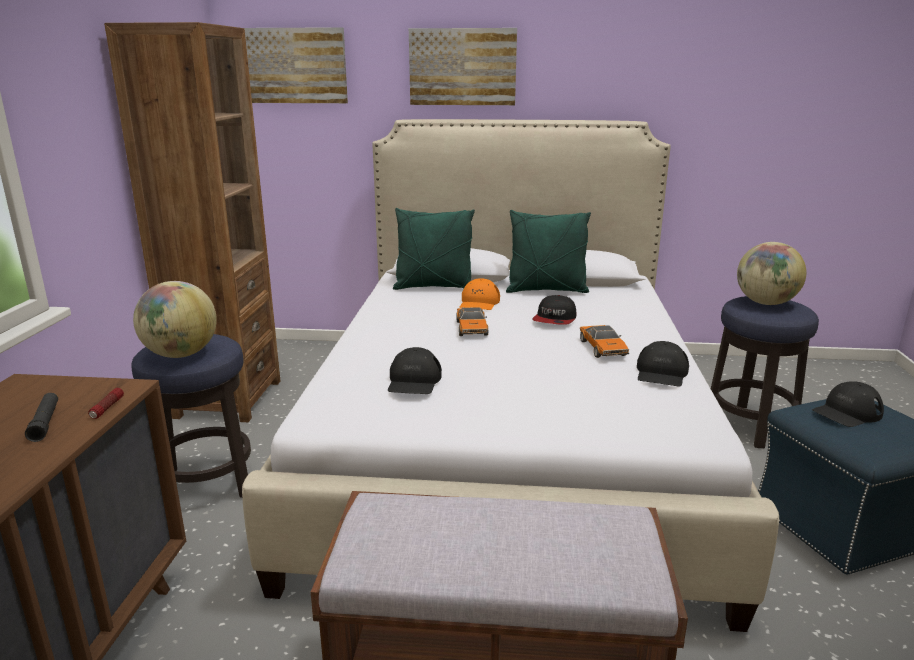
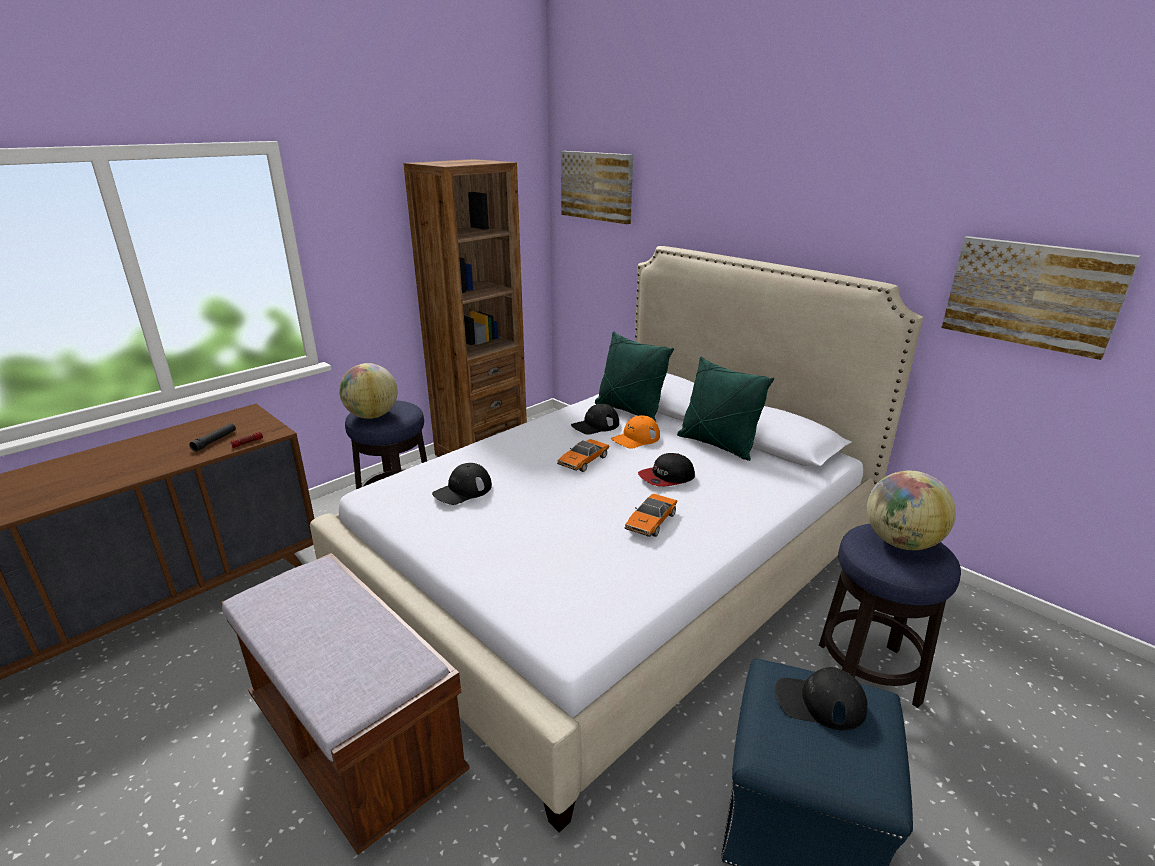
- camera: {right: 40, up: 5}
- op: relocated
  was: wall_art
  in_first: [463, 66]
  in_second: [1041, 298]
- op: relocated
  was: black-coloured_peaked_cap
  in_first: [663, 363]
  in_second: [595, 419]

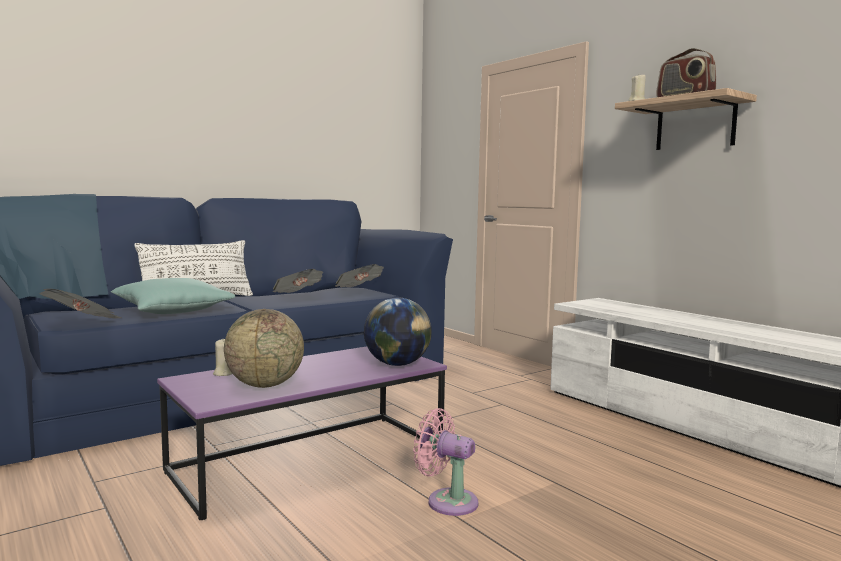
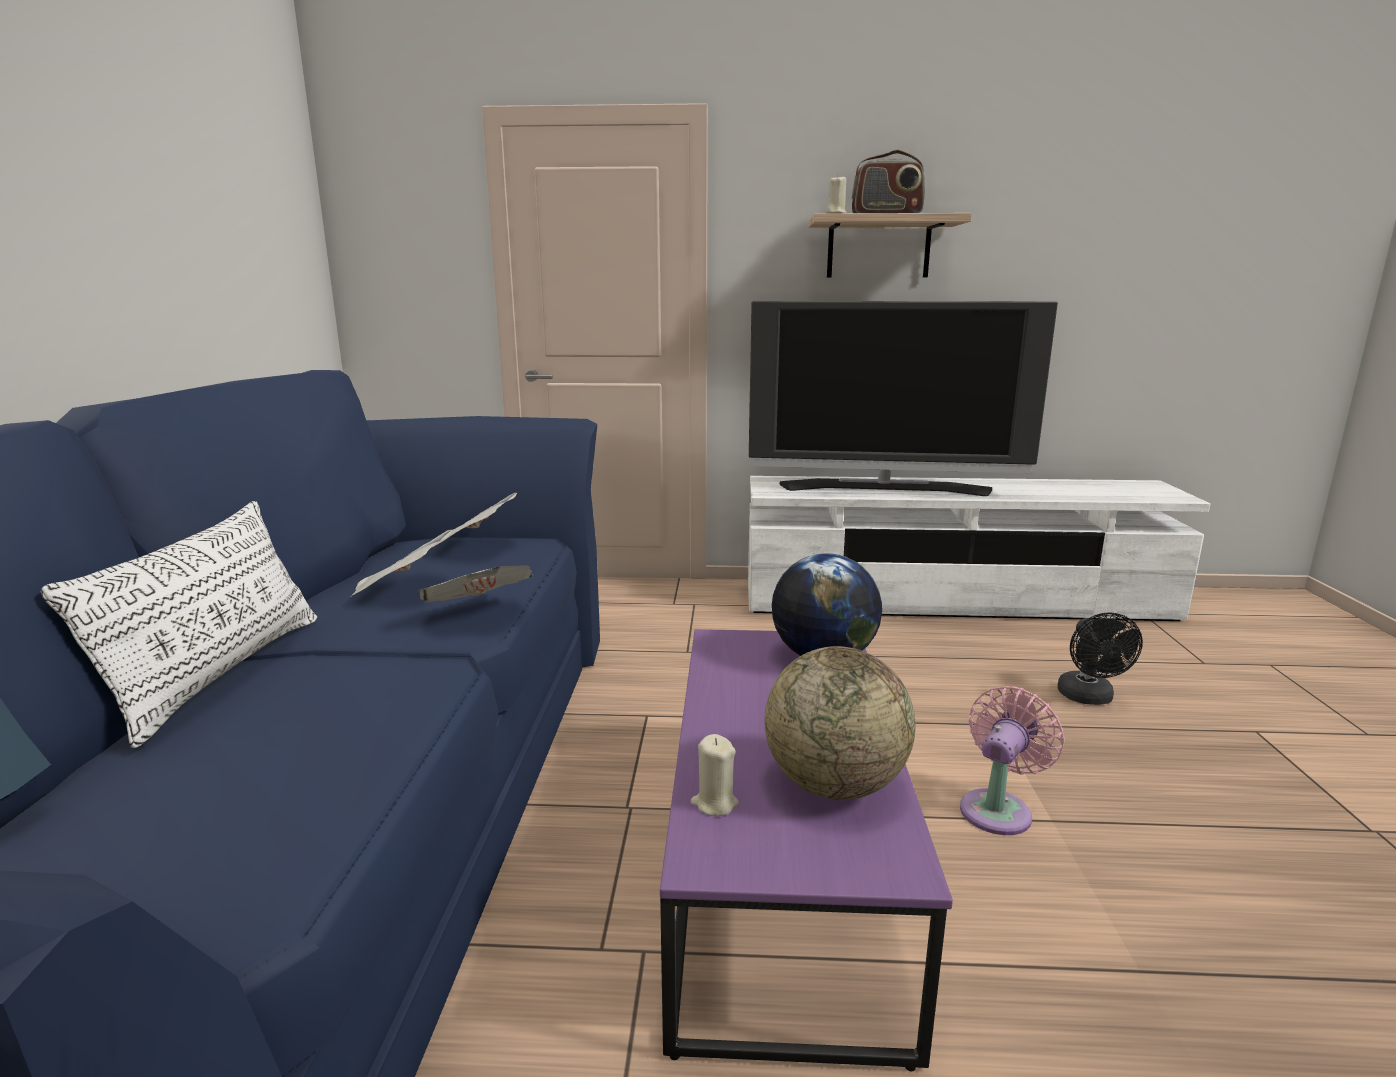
- camera: {right: -50, up: 10}
- op: missing
  was: turquoise-coloured_pillow
  in_first: [173, 296]
- op: relocated
  was: newspaper
  in_first: [80, 303]
  in_second: [476, 583]
- op: spun
  was: pink_fan
  in_first: [446, 462]
  in_second: [1012, 760]
  clockwise: 150
- op: appeared
  now: television
  in_second: [903, 398]
- op: appeared
  now: black-coloured_fan
  in_second: [1100, 658]

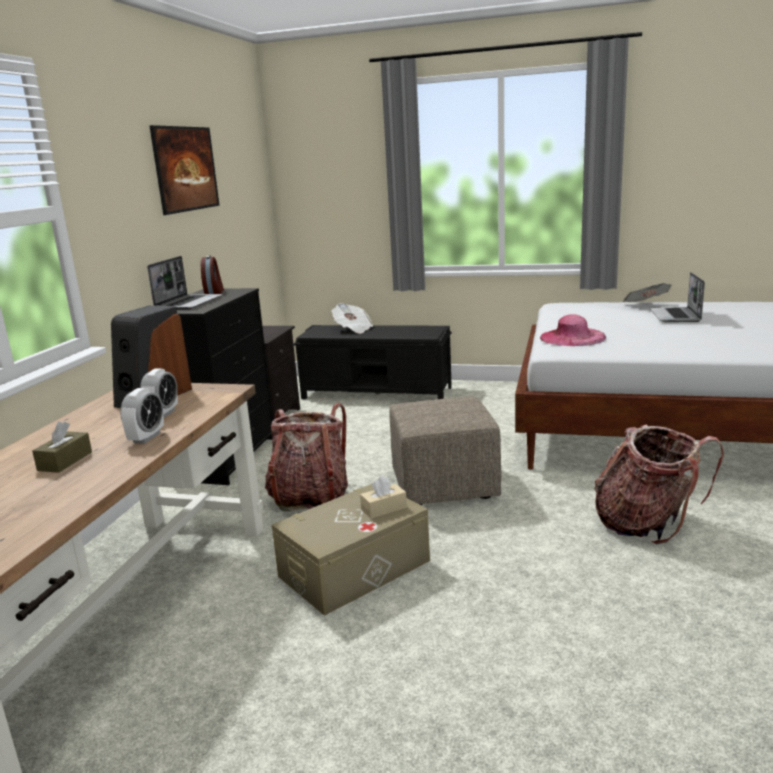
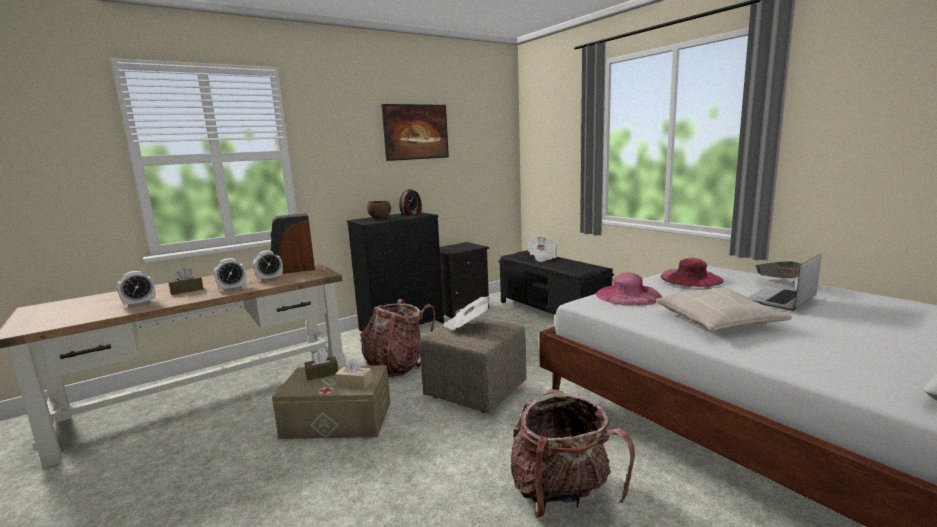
- camera: {right: 40, up: -5}
- op: exchanged
  was: portable_computer
  now: brown-coloured_bowl
  in_first: [184, 283]
  in_second: [379, 210]
- op: appeared
  now: pink_clothing_hat
  in_second: [692, 272]
- op: appeared
  now: table_clock
  in_second: [136, 289]
- op: appeared
  now: beige_pillow
  in_second: [724, 309]
- op: appeared
  now: newspaper
  in_second: [468, 313]
- op: appeared
  now: brown-coloured_tissue_box
  in_second: [321, 365]

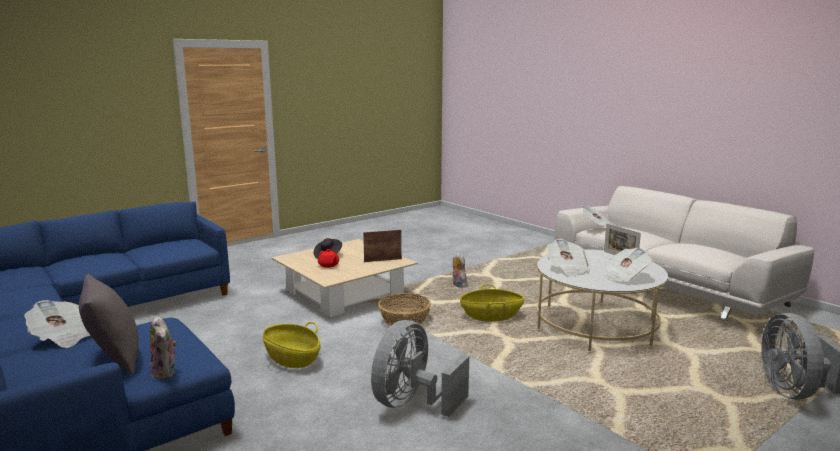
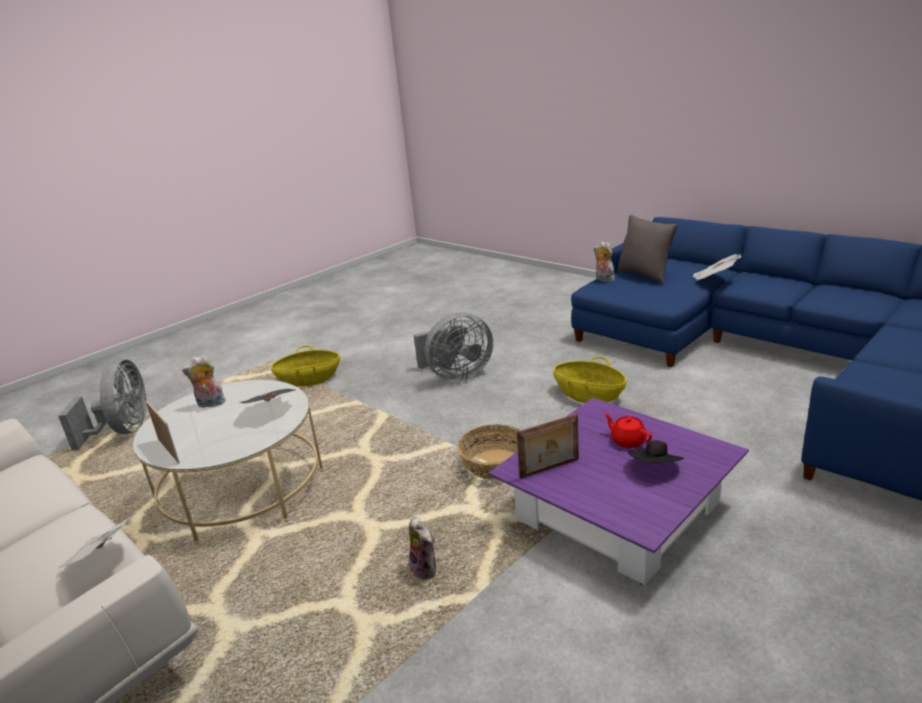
- camera: {right: 175, up: 10}
- op: colour
  was: beige_lounge_table
  now: purple-coloured_lounge_table
  in_first: [345, 278]
  in_second: [618, 491]
- op: exchanged
  was: newspaper
  now: cuddly_toy
  in_first: [627, 265]
  in_second: [204, 381]
- op: relocated
  was: household_basket
  in_first: [492, 303]
  in_second: [305, 366]
- op: spun
  was: gray_fan
  in_first: [420, 368]
  in_second: [453, 346]
  clockwise: 45

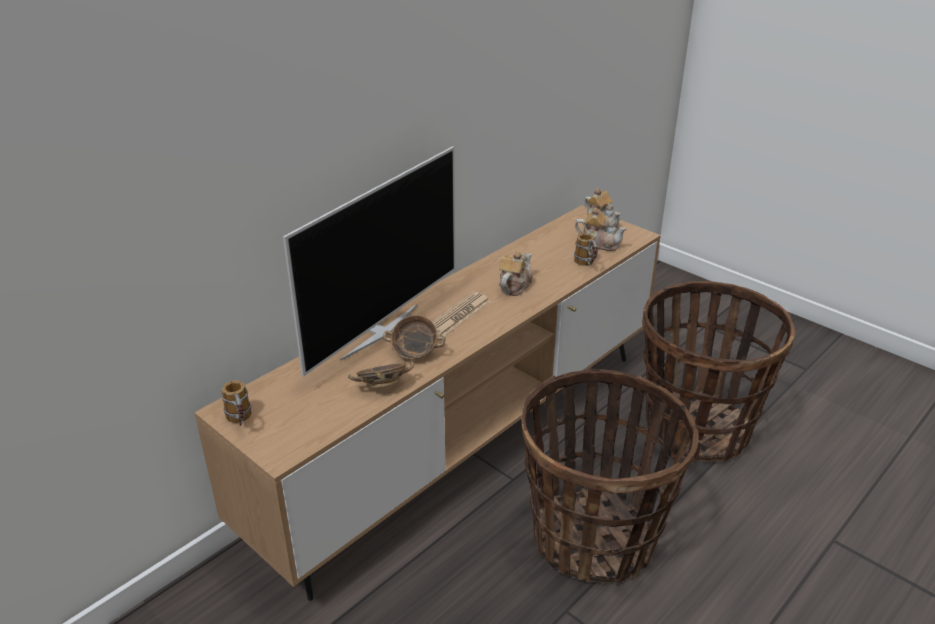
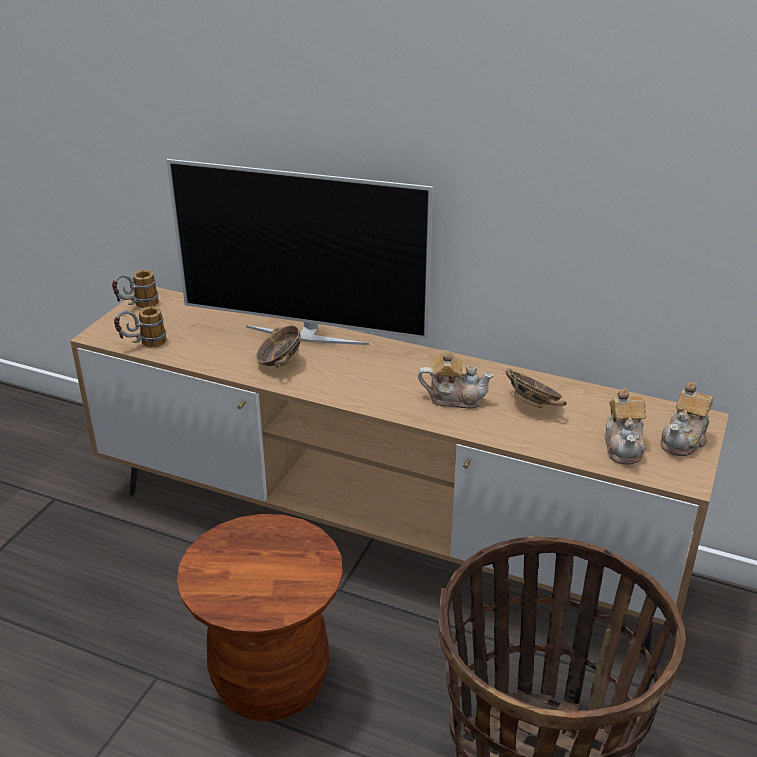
- camera: {right: 70, up: 0}
- op: relocated
  was: coffee_mug
  in_first: [586, 249]
  in_second: [140, 327]
- op: missing
  was: newspaper
  in_first: [461, 314]
- op: relocated
  was: bowl
  in_first: [381, 375]
  in_second: [536, 388]
- op: exchanged
  was: household_basket
  now: brown-coloured_sitting_stool
  in_first: [610, 476]
  in_second: [260, 617]

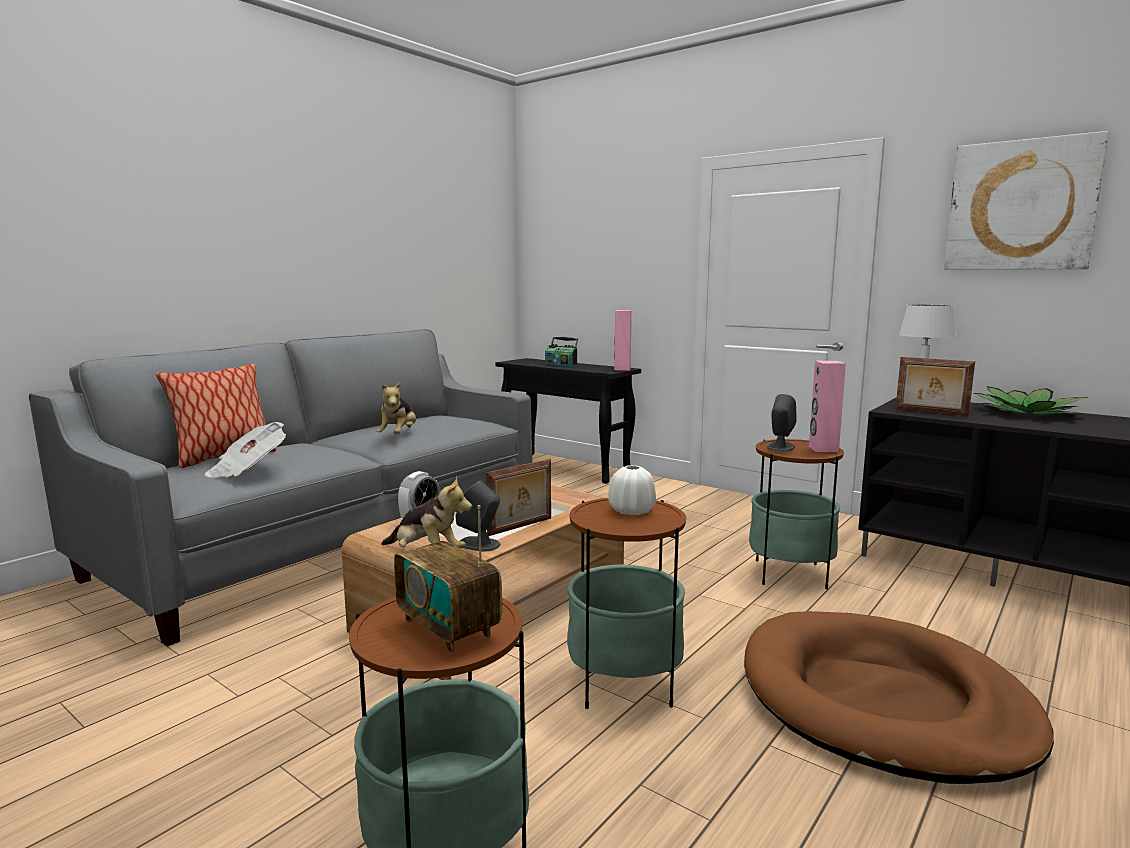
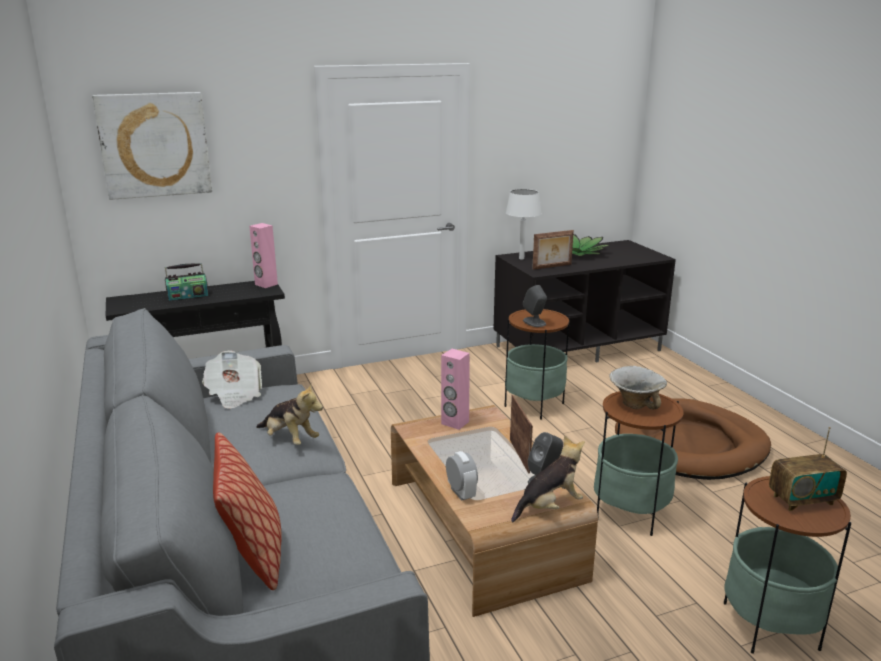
- camera: {right: -60, up: 10}
- op: relocated
  was: wall_art
  in_first: [1026, 200]
  in_second: [152, 146]
- op: relocated
  was: pink_audio_speaker
  in_first: [827, 406]
  in_second: [455, 389]
- op: relocated
  was: newspaper
  in_first: [245, 450]
  in_second: [232, 380]
- op: exchanged
  was: white_flower_vase
  now: bowl
  in_first: [632, 490]
  in_second: [638, 387]

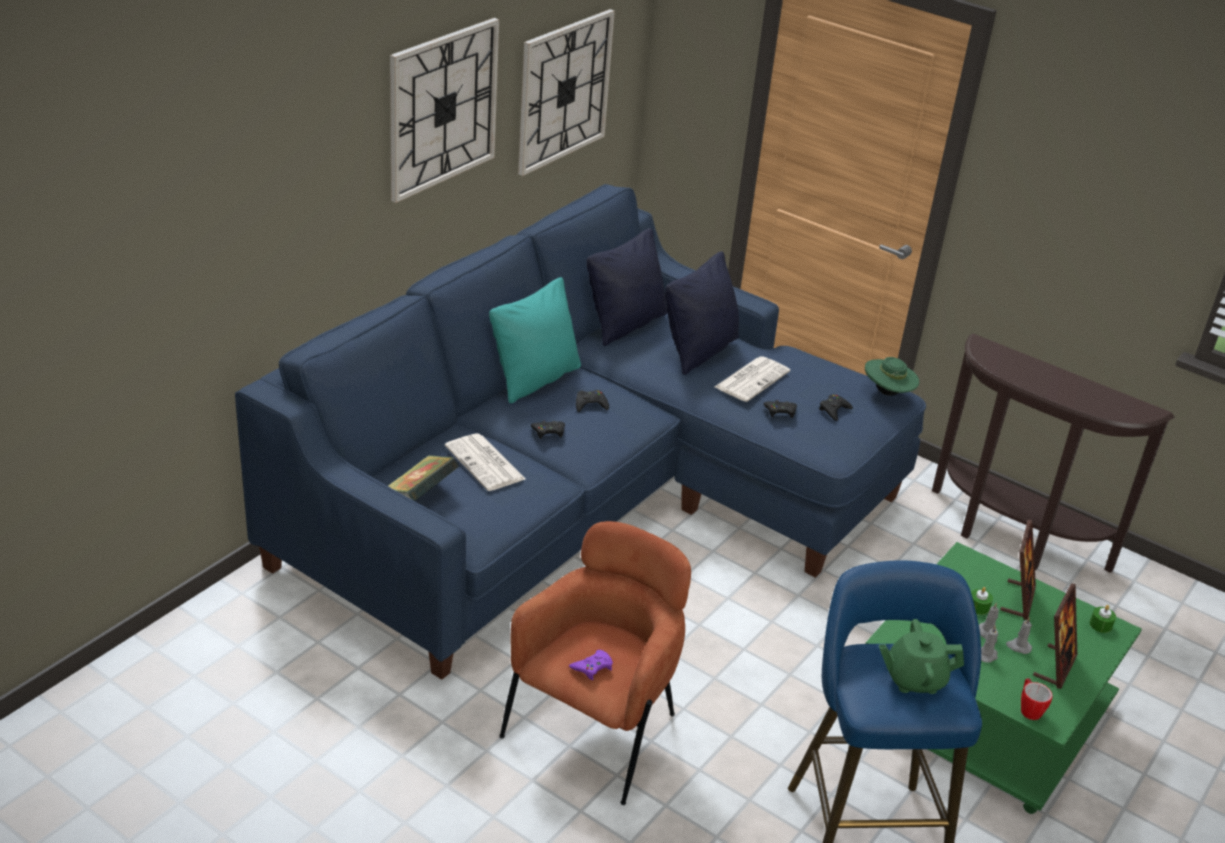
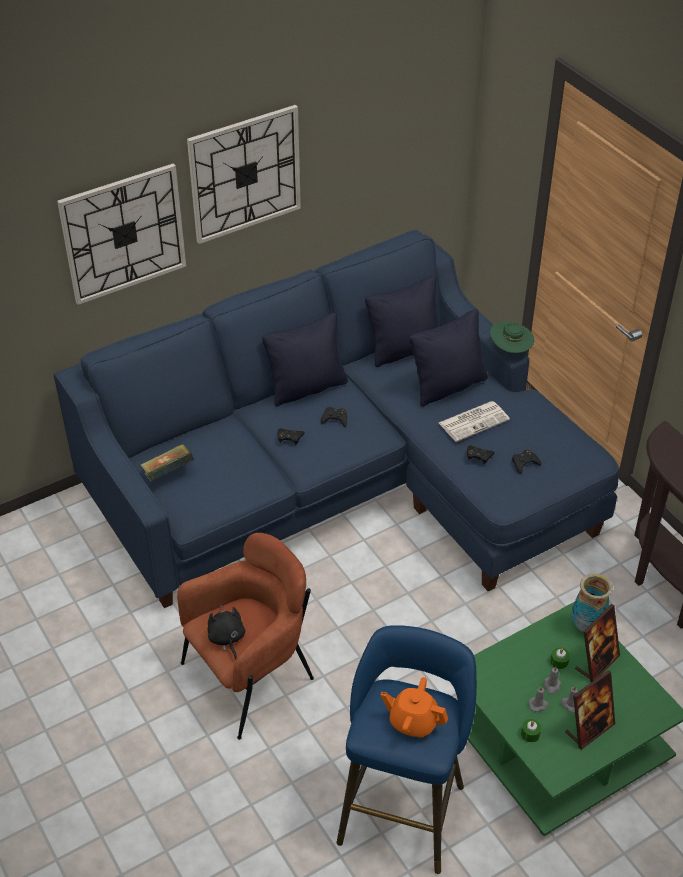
- camera: {right: 25, up: 10}
- op: relocated
  was: wall_clock
  in_first: [566, 92]
  in_second: [121, 234]
- op: colour
  was: turquoise-coloured_pillow
  now: black-coloured_pillow
  in_first: [535, 340]
  in_second: [305, 360]
- op: relocated
  was: greenish_clothing_hat
  in_first: [892, 376]
  in_second: [512, 337]
- op: missing
  was: newspaper
  in_first: [485, 462]
- op: relocated
  was: greenish_wax_candle
  in_first: [1103, 619]
  in_second: [531, 730]
- op: colour
  was: greenish_teapot
  now: orange_teapot
  in_first: [921, 656]
  in_second: [414, 707]
- op: exchanged
  was: purple-coloured_game_controller
  now: black-coloured_cuddly_toy
  in_first: [591, 665]
  in_second: [226, 632]
- op: missing
  was: coffee_mug
  in_first: [1037, 699]
- op: appeared
  now: flower_vase
  in_second: [592, 602]

